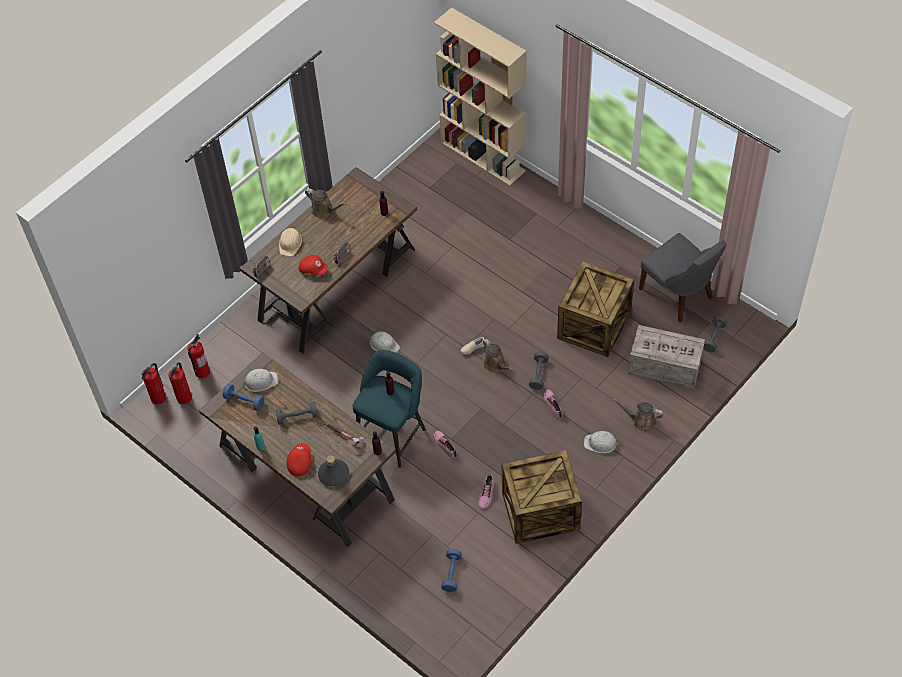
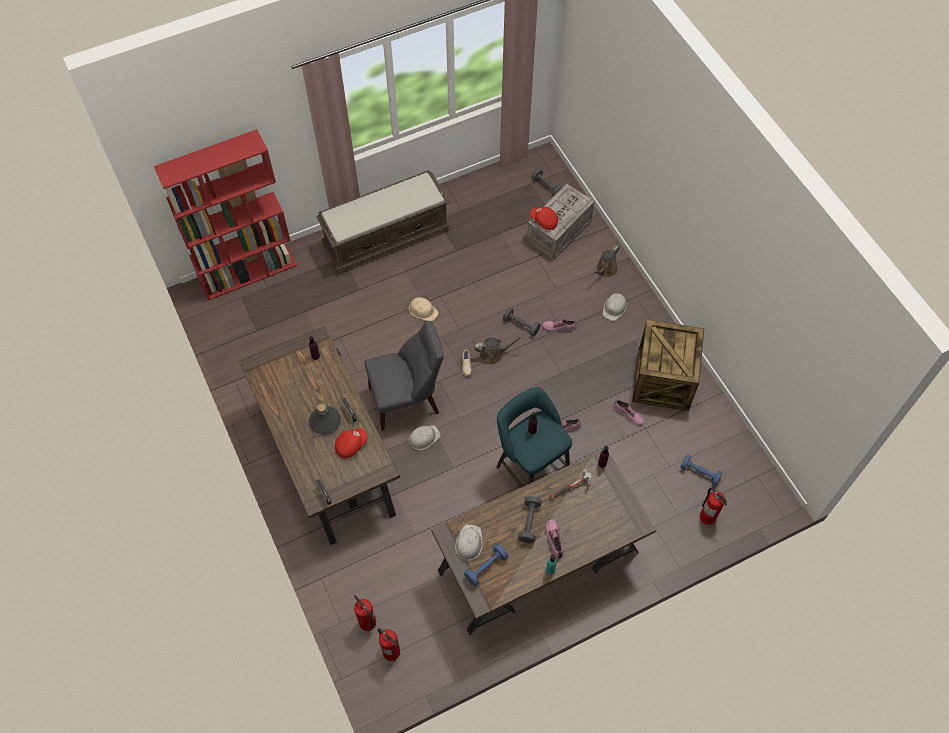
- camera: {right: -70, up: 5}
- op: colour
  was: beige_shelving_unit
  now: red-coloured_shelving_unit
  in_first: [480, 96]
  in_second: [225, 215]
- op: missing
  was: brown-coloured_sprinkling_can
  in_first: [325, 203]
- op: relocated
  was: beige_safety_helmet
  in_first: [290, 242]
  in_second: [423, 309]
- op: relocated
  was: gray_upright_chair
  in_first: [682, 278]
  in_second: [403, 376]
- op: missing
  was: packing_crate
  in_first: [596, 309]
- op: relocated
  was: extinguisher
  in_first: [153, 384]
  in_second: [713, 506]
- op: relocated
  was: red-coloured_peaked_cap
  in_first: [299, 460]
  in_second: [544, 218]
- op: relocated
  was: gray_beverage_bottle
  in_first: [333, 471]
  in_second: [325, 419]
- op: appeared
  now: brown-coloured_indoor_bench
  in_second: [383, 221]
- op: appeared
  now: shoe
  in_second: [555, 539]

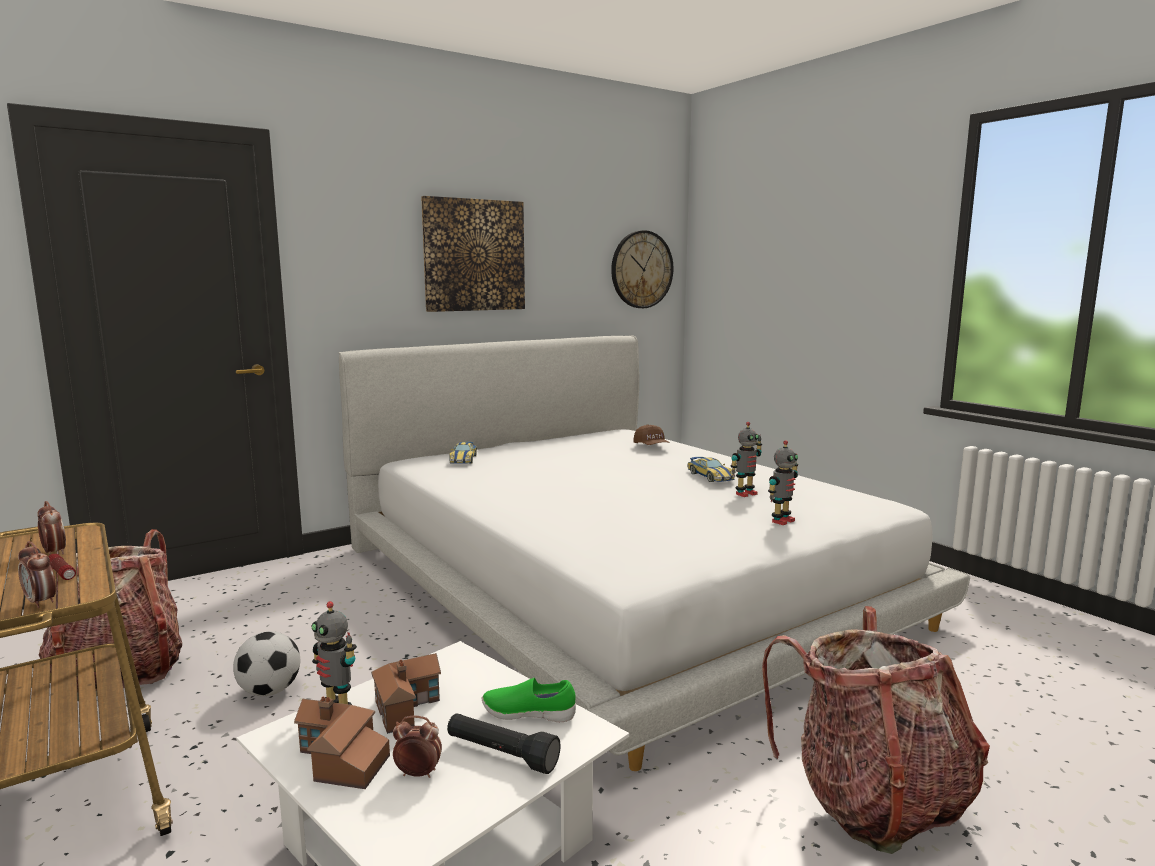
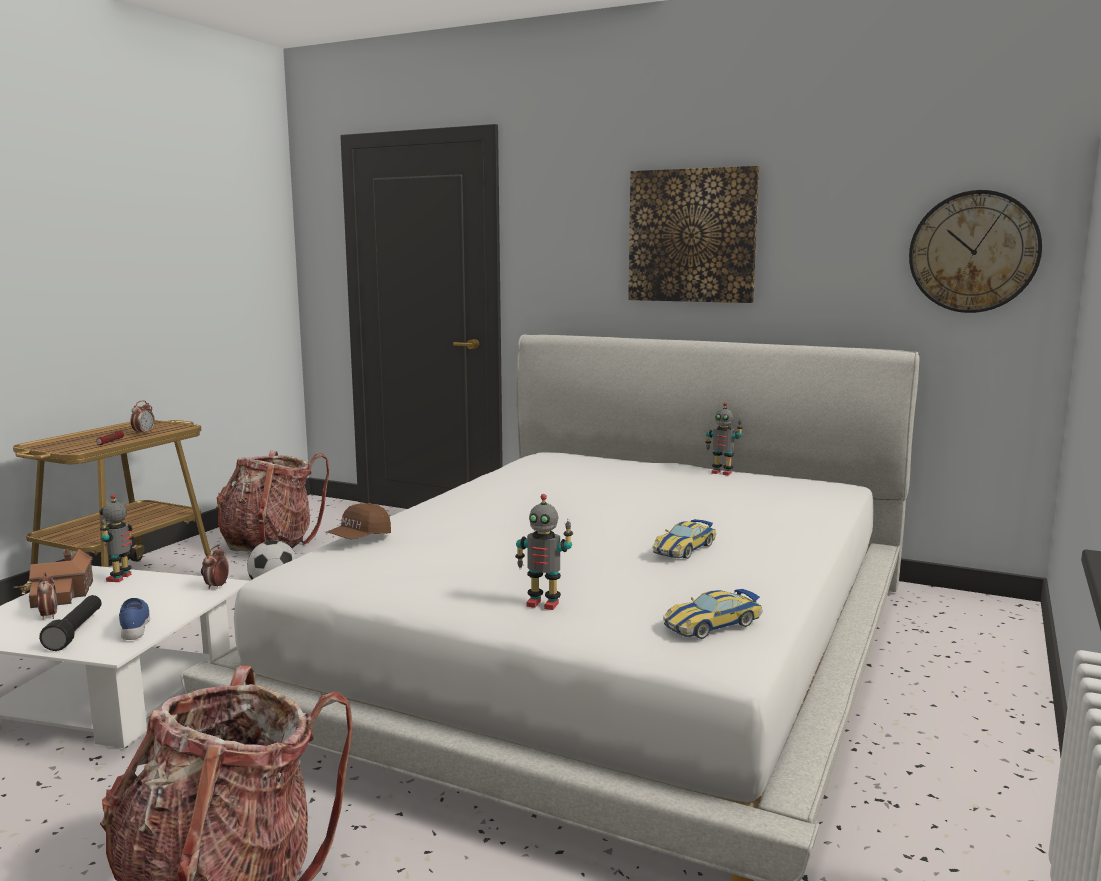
- camera: {right: 60, up: 0}
- op: relocated
  was: robot_figure
  in_first: [746, 459]
  in_second: [724, 438]
- op: relocated
  was: brown-coloured_peaked_cap
  in_first: [651, 434]
  in_second: [358, 521]
- op: relocated
  was: toy_car
  in_first: [463, 453]
  in_second: [713, 614]
- op: relocated
  was: table_clock
  in_first: [37, 574]
  in_second: [216, 568]
- op: missing
  was: toy_house
  in_first: [406, 693]
- op: colour
  was: greenish_shoe
  now: bluish_shoe
  in_first: [529, 700]
  in_second: [134, 619]

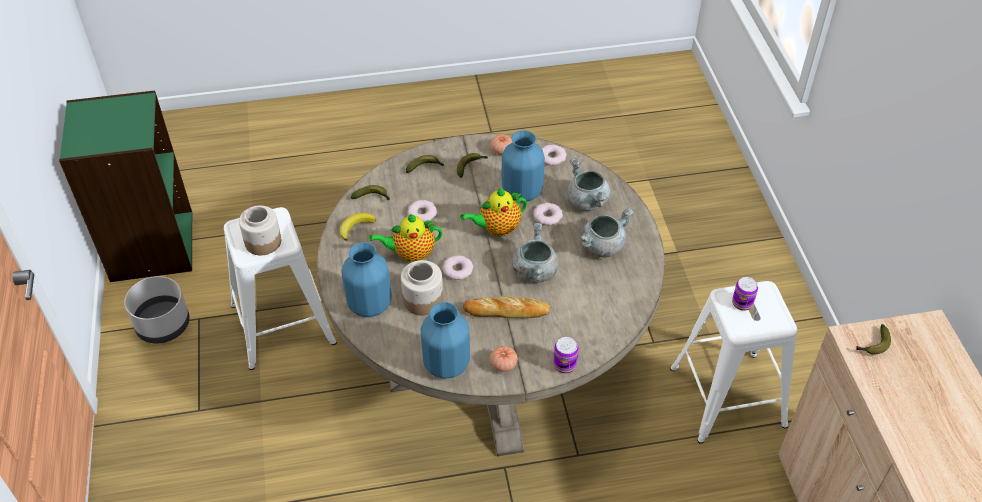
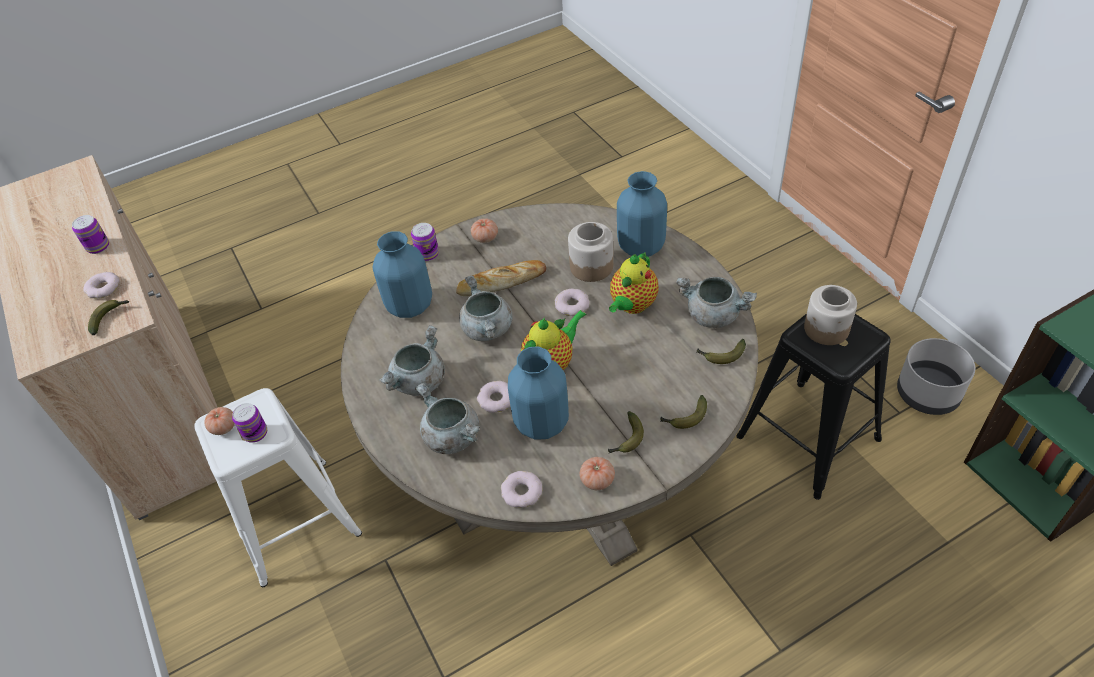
- camera: {right: 165, up: 0}
- op: relocated
  was: ring_doughnut
  in_first: [422, 211]
  in_second: [101, 285]
- op: colour
  was: white_sitting_stool
  now: black-coloured_sitting_stool
  in_first: [280, 288]
  in_second: [813, 407]
- op: exchanged
  was: banana
  now: gray_saucepot
  in_first: [358, 227]
  in_second: [717, 302]
- op: spun
  was: teapot
  in_first: [405, 238]
  in_second: [634, 283]
  clockwise: 150
- op: relocated
  was: bluish_flower_vase
  in_first: [445, 340]
  in_second: [402, 274]
- op: appeared
  now: sealed_can
  in_second: [90, 234]
- op: appeared
  now: whole_tomato
  in_second: [219, 421]

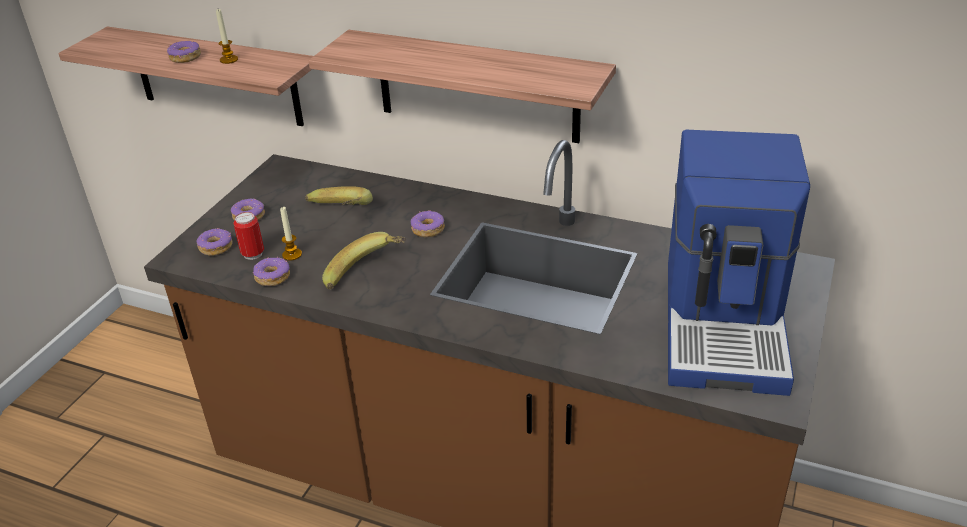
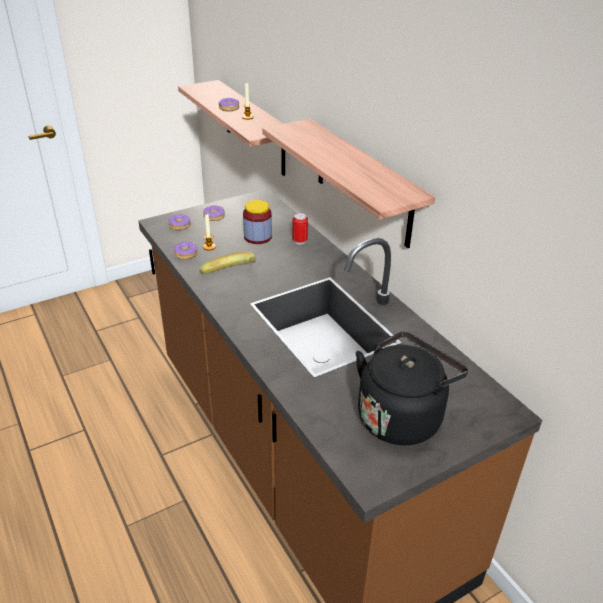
- camera: {right: 35, up: 0}
- op: exchanged
  was: coffee_machine
  now: black-coloured_kettle
  in_first: [739, 263]
  in_second: [412, 388]
- op: exchanged
  was: banana
  now: storage_jar
  in_first: [339, 195]
  in_second: [257, 222]
- op: missing
  was: ring_doughnut
  in_first: [428, 223]
- op: relocated
  was: sealed_can
  in_first: [248, 236]
  in_second: [300, 228]

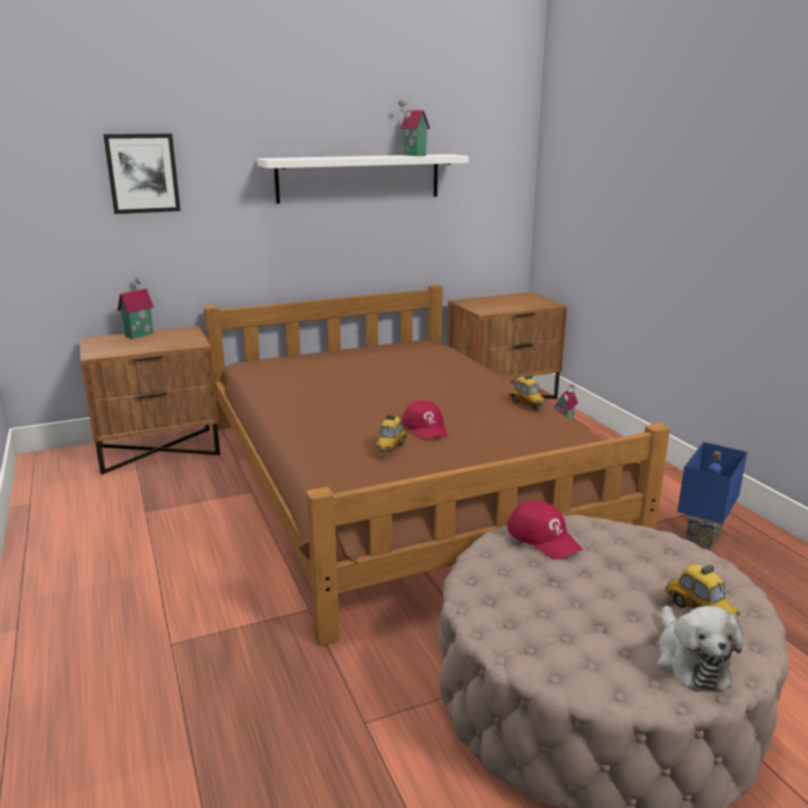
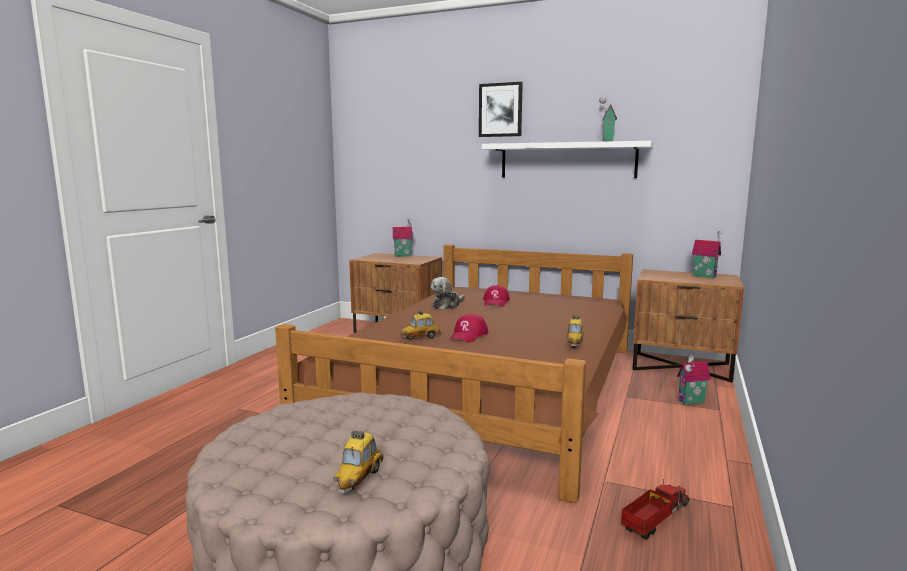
- camera: {right: 45, up: -10}
- op: relocated
  was: wall_art
  in_first: [142, 174]
  in_second: [501, 109]
- op: exchanged
  was: bluish_table_lamp
  now: model_truck
  in_first: [712, 496]
  in_second: [655, 509]
- op: relocated
  was: red-coloured_peaked_cap
  in_first: [545, 529]
  in_second: [496, 295]
- op: relocated
  was: cuddly_toy
  in_first: [700, 649]
  in_second: [448, 293]
- op: appeared
  now: toy_house
  in_second: [707, 254]

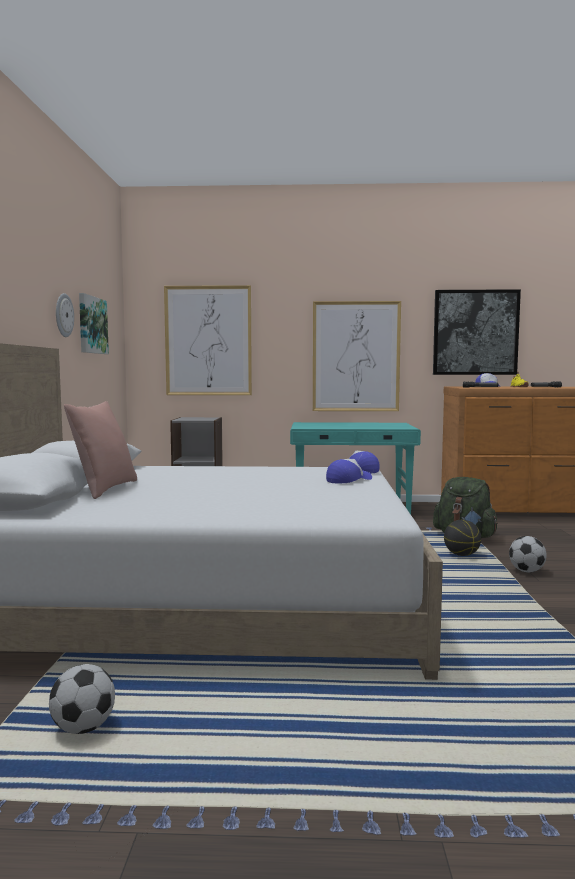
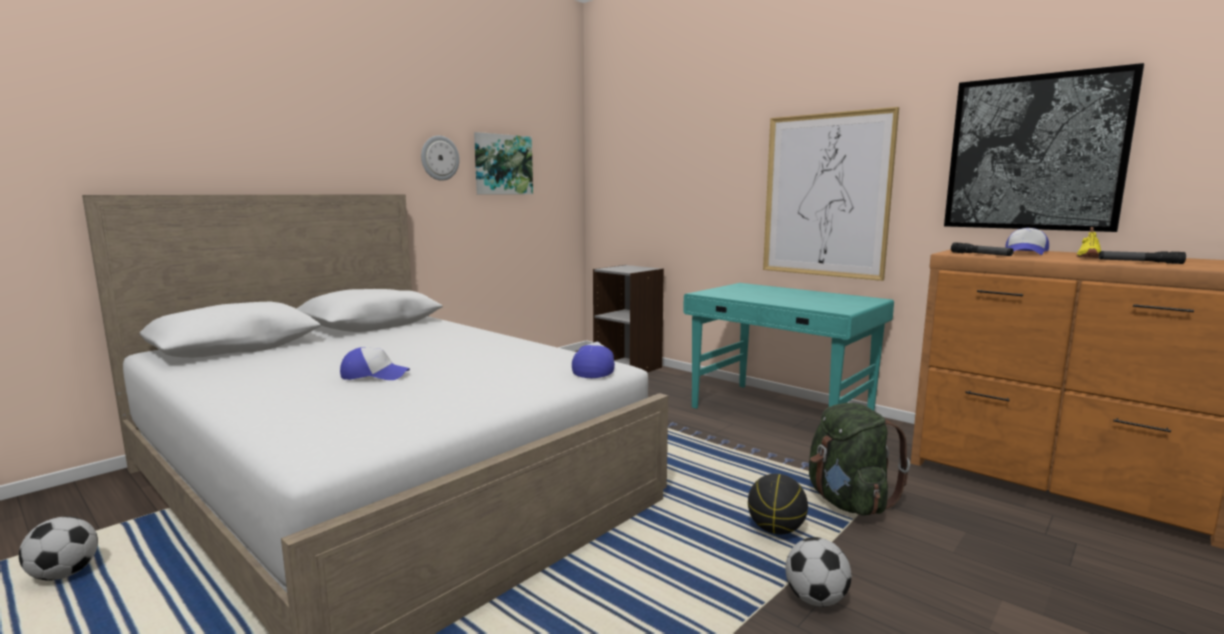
- camera: {right: 40, up: 5}
- op: missing
  was: wall_art
  in_first: [208, 340]
- op: missing
  was: pink_pillow
  in_first: [100, 450]
- op: relocated
  was: peaked_cap
  in_first: [349, 471]
  in_second: [375, 363]

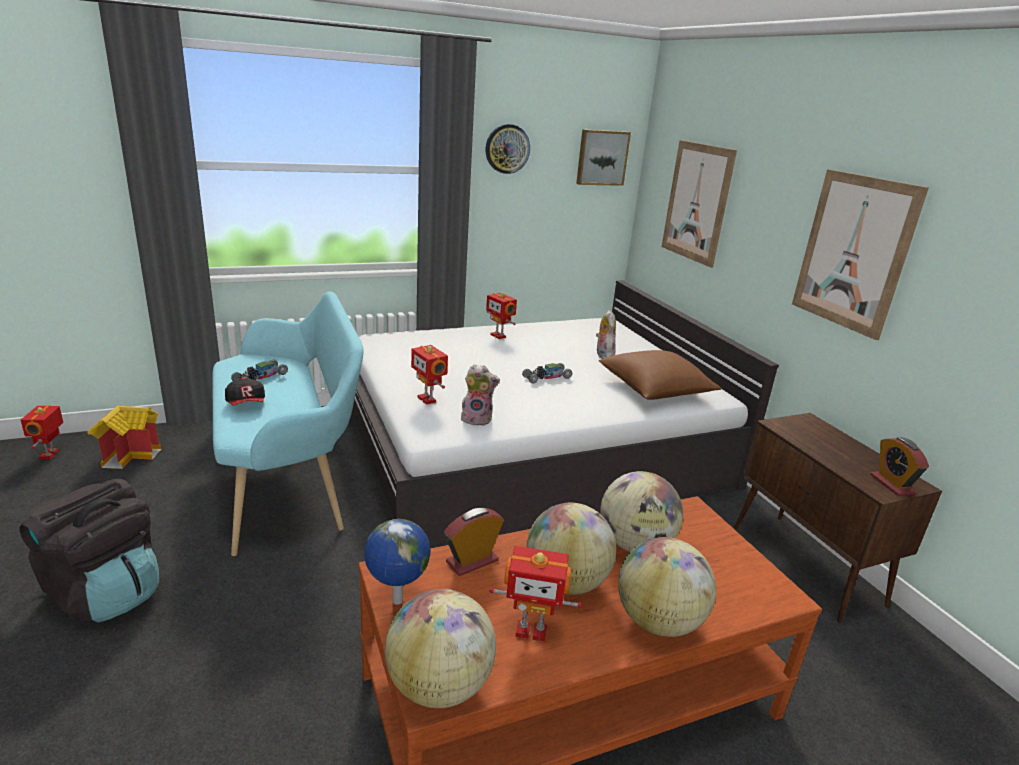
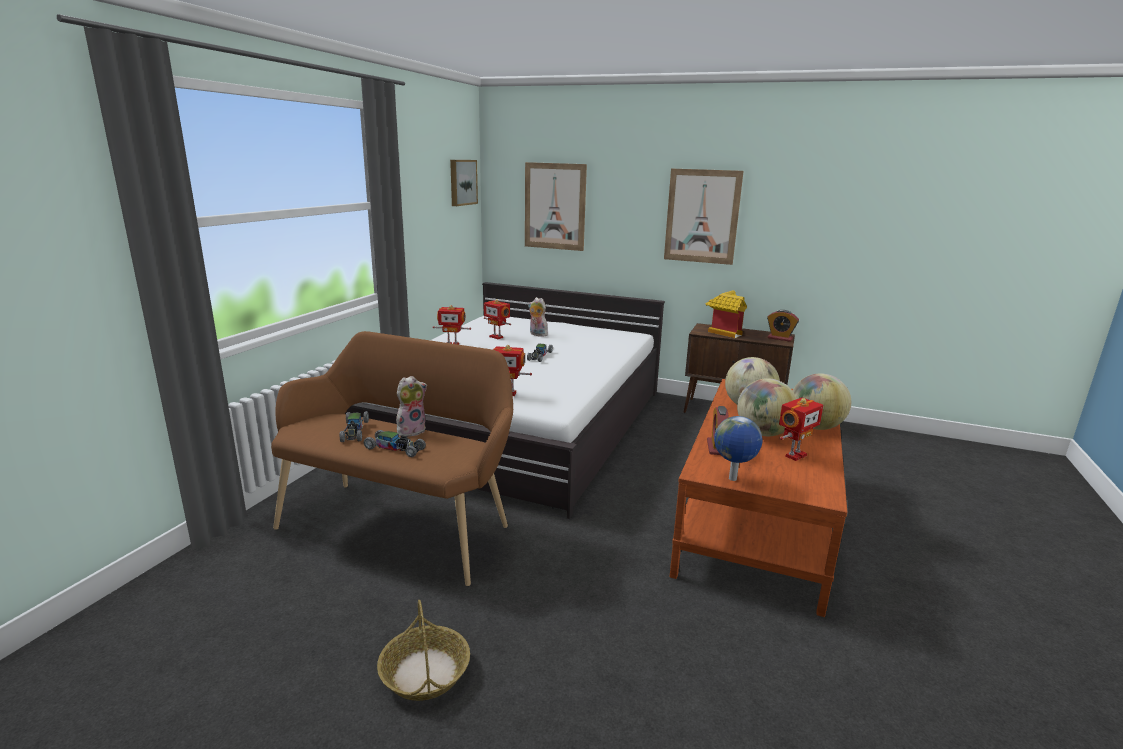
- camera: {right: -45, up: -5}
- op: missing
  was: wall_clock
  in_first: [507, 149]
- op: colour
  was: turquoise-coloured_indoor_bench
  now: brown-coloured_indoor_bench
  in_first: [288, 423]
  in_second: [392, 458]
- op: missing
  was: brown-coloured_pillow
  in_first: [660, 375]
- op: relocated
  was: cuddly_toy
  in_first: [480, 395]
  in_second: [411, 406]
- op: exchanged
  was: peaked_cap
  now: toy_car
  in_first: [245, 392]
  in_second: [395, 443]
- op: relocated
  was: robot_figure
  in_first: [42, 432]
  in_second: [497, 319]
- op: relocated
  was: toy_house
  in_first: [124, 437]
  in_second: [726, 314]
- op: exchanged
  was: black-coloured_knapsack
  now: household_basket
  in_first: [89, 551]
  in_second: [423, 650]
- op: missing
  was: desk_globe
  in_first: [440, 648]

